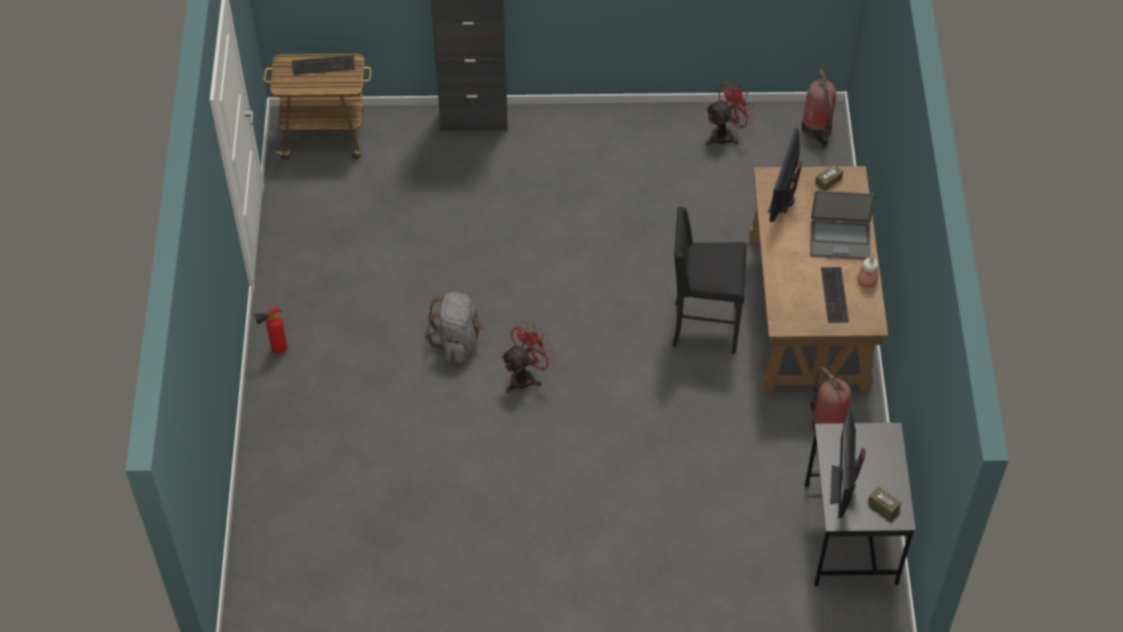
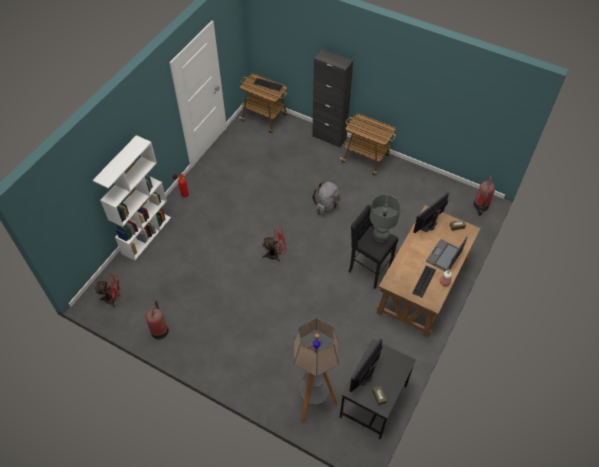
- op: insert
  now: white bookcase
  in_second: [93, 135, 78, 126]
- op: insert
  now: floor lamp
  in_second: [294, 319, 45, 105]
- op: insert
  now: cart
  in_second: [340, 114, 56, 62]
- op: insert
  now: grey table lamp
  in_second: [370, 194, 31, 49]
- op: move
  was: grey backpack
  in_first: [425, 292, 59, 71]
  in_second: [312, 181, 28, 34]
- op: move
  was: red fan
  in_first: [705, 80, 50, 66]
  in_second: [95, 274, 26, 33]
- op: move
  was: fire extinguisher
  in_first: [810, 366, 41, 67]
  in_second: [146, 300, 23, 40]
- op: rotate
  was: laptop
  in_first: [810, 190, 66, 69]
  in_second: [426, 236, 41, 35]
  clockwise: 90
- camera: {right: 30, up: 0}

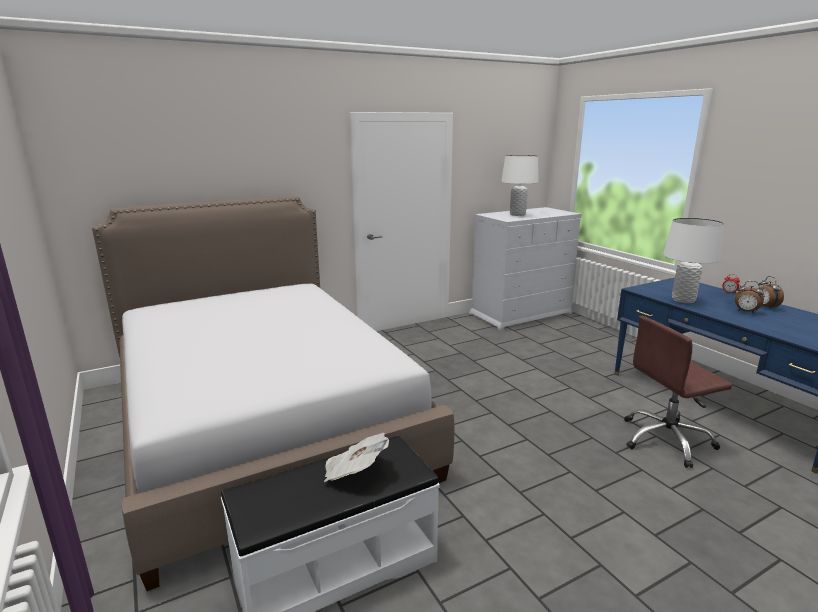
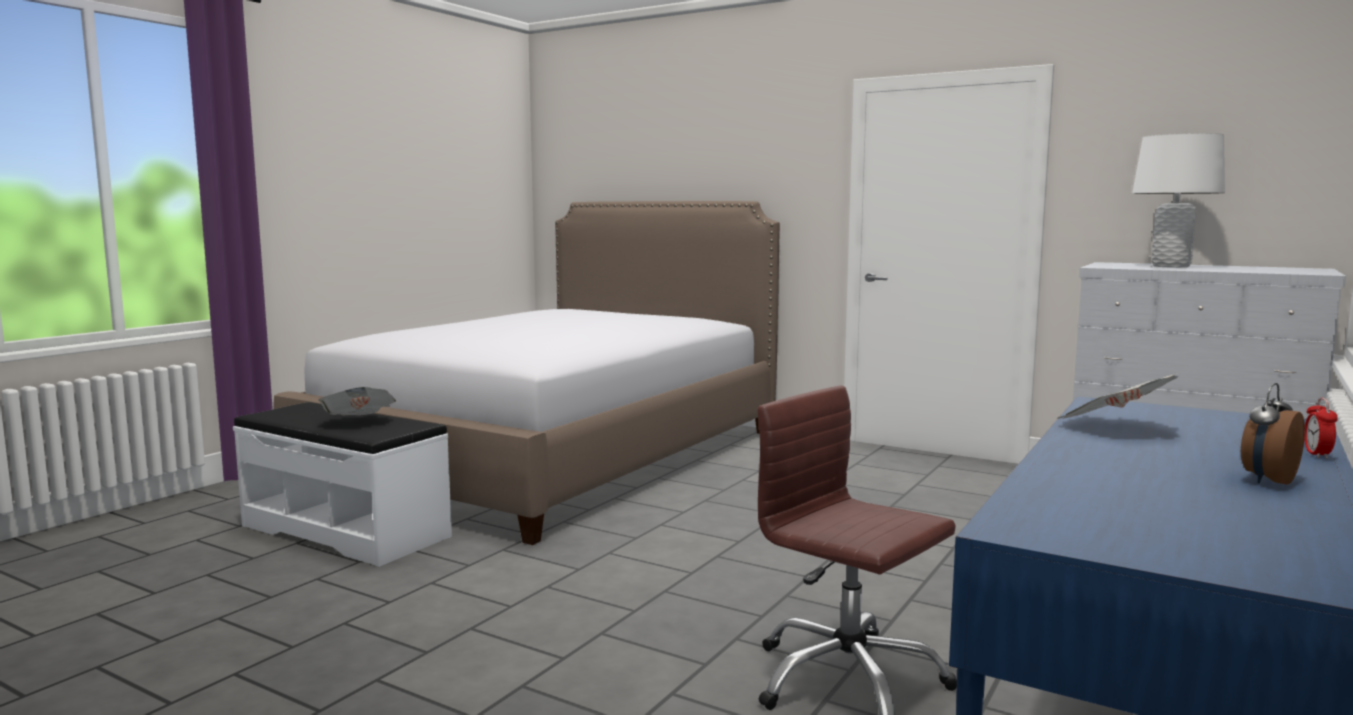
- op: delete
  was: alarm clock
  in_first: [735, 281, 29, 33]
- op: replace
  was: white table lamp
  now: newspaper
  in_first: [663, 218, 61, 85]
  in_second: [1057, 373, 121, 46]
- camera: {right: 60, up: -10}

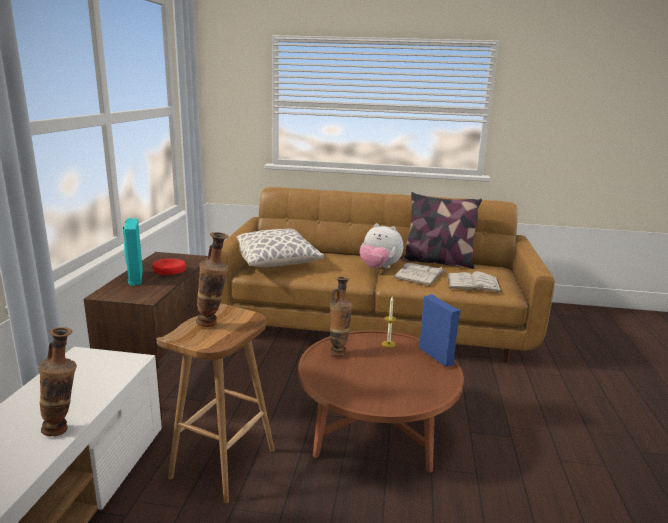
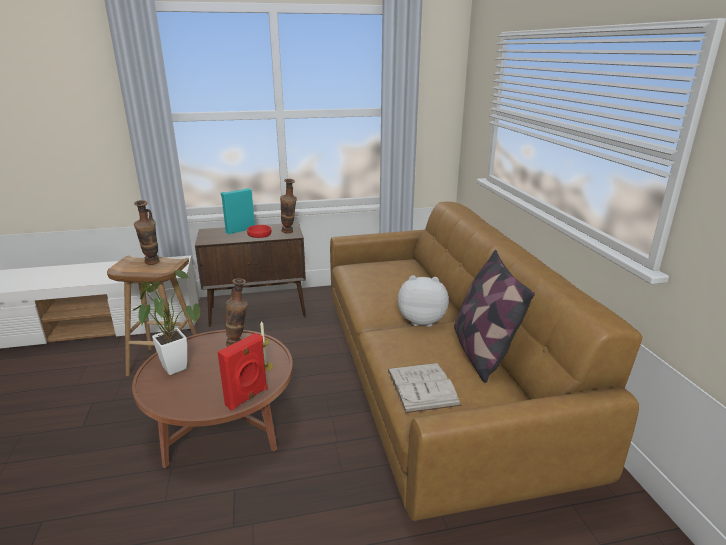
- op: delete
  was: pillow
  in_first: [237, 228, 87, 39]
- op: delete
  was: white book
  in_first: [394, 263, 52, 23]
- op: insert
  now: potted plant
  in_second: [133, 270, 67, 105]
- op: move
  was: vase
  in_first: [39, 327, 38, 109]
  in_second: [280, 179, 17, 55]
- op: recolor
  was: blue speaker
  now: red speaker
  in_first: [419, 294, 42, 73]
  in_second: [217, 333, 51, 78]
- op: rotate
  was: plush toy
  in_first: [360, 224, 43, 45]
  in_second: [398, 275, 51, 52]
  clockwise: 90
- camera: {right: 70, up: 5}

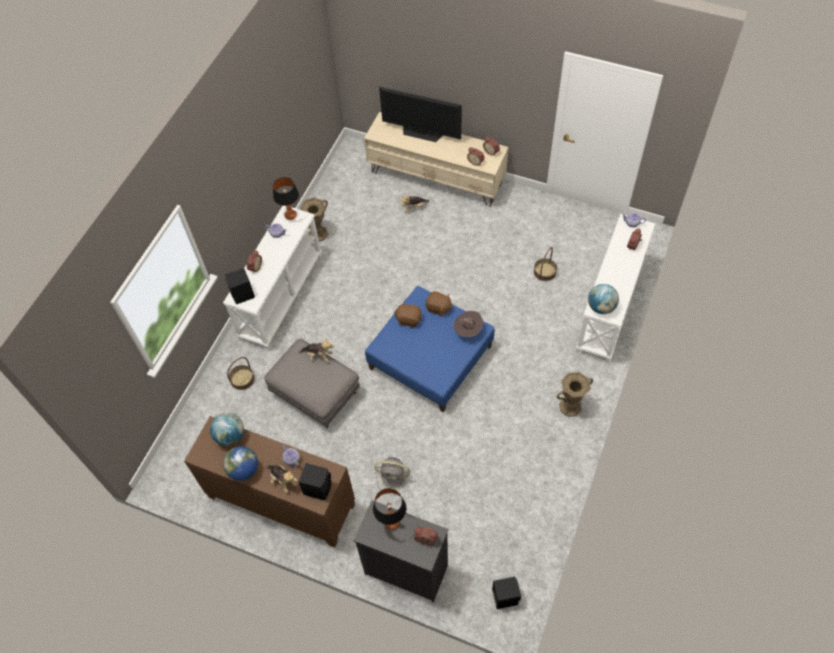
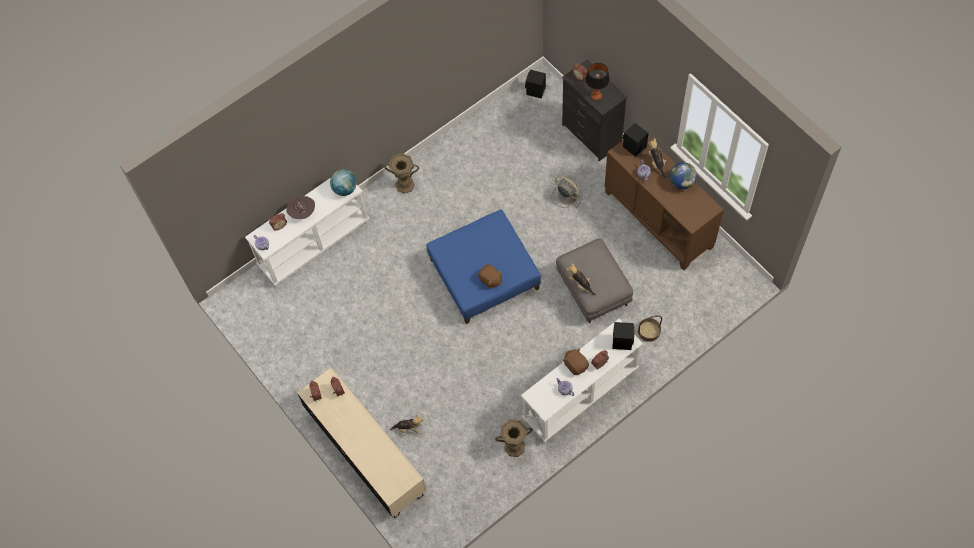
- op: delete
  was: globe
  in_first: [210, 413, 34, 33]
- op: delete
  was: table lamp
  in_first: [273, 177, 26, 43]
- op: delete
  was: television
  in_first: [379, 87, 83, 55]
- op: delete
  was: basket
  in_first: [534, 247, 23, 34]
- op: move
  was: brown plush toy
  in_first: [425, 291, 28, 26]
  in_second: [563, 348, 26, 27]
- op: move
  was: brown hat
  in_first: [453, 311, 30, 26]
  in_second: [286, 196, 29, 23]
- camera: {right: -150, up: 5}

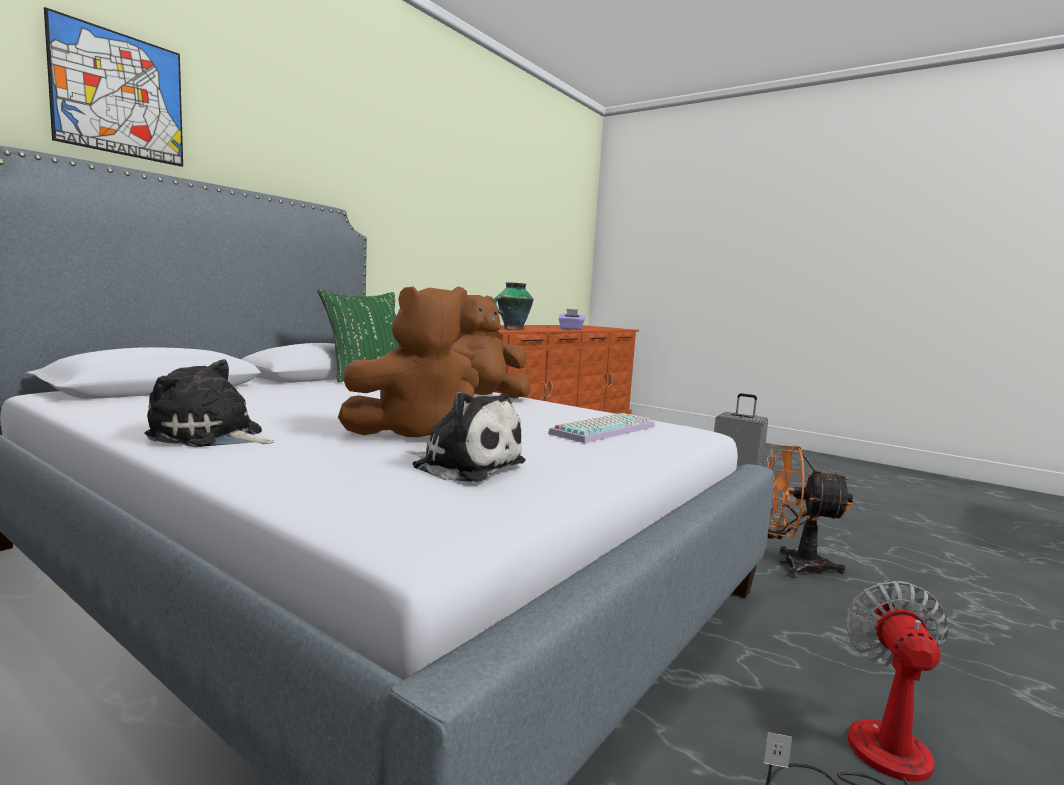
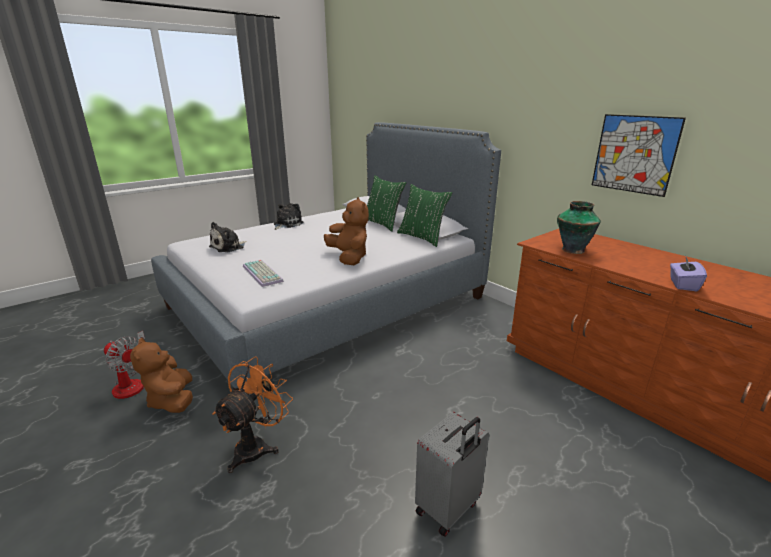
- op: insert
  now: green pillow
  in_second: [367, 175, 39, 57]
- op: move
  was: picture
  in_first: [44, 7, 139, 160]
  in_second: [592, 114, 94, 83]
- op: move
  was: brown plush toy
  in_first: [338, 287, 136, 150]
  in_second: [130, 338, 63, 75]
- camera: {right: 105, up: 15}

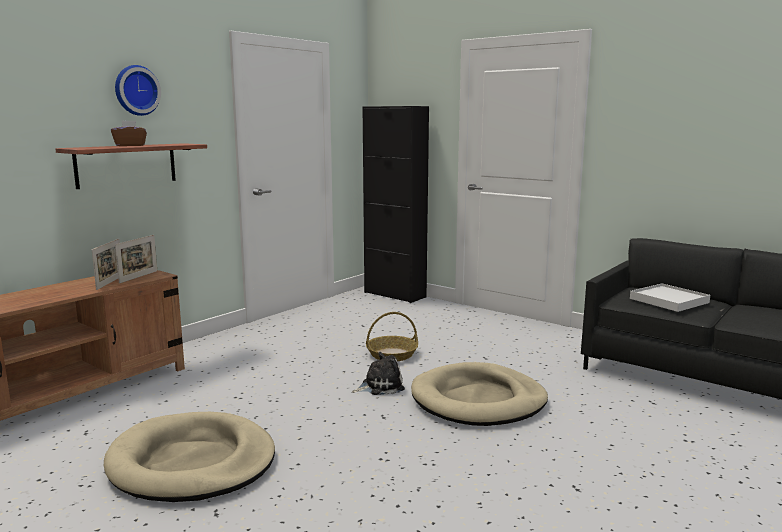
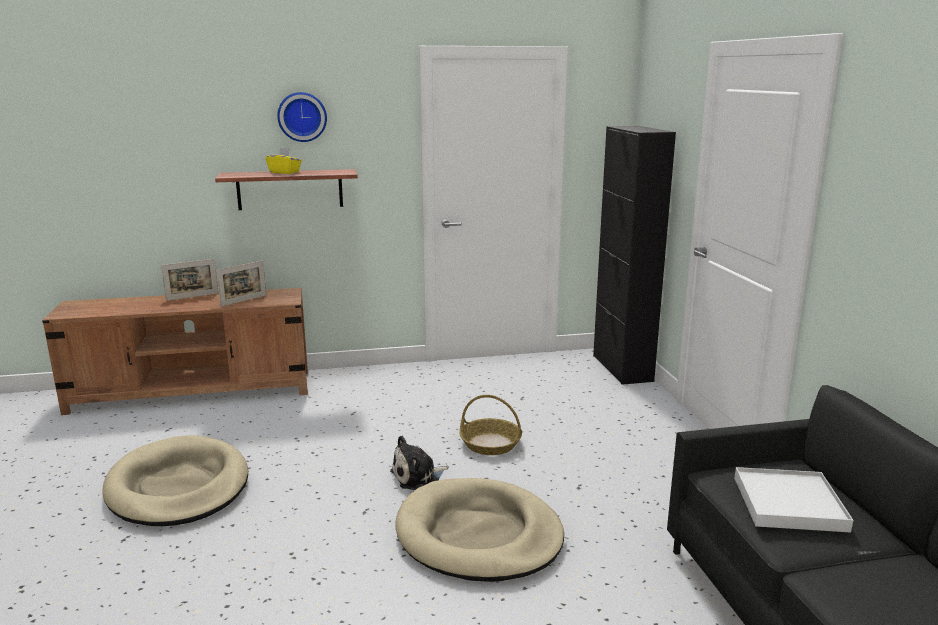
- op: move
  was: picture frame
  in_first: [115, 235, 42, 48]
  in_second: [161, 259, 58, 42]
- op: recolor
  was: brown tissue box
  now: yellow tissue box
  in_first: [111, 120, 36, 26]
  in_second: [266, 148, 36, 26]
- op: rotate
  was: plush toy
  in_first: [352, 352, 53, 43]
  in_second: [390, 435, 59, 55]
  clockwise: 135
- camera: {right: 40, up: 5}

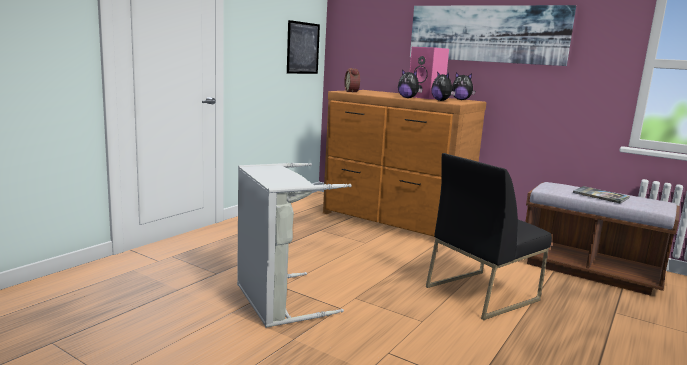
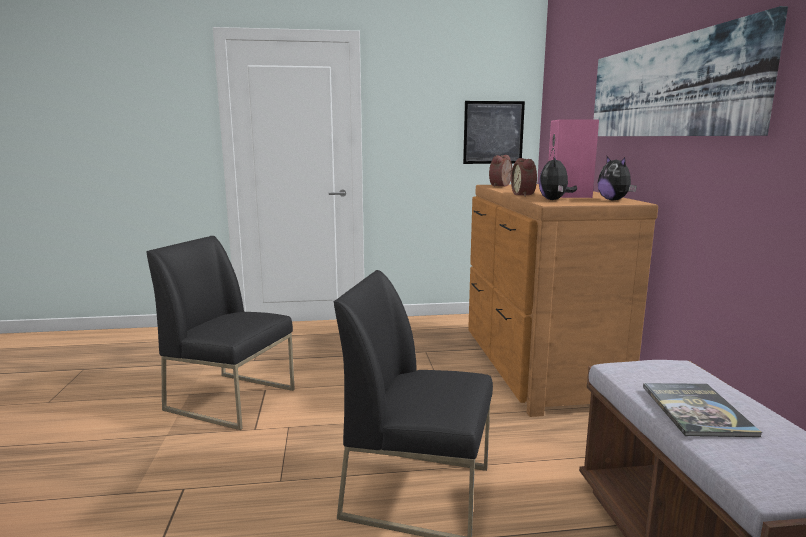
- op: replace
  was: grey laundry basket
  now: black chair
  in_first: [237, 163, 115, 165]
  in_second: [146, 236, 149, 194]
- op: replace
  was: plush toy
  now: alarm clock
  in_first: [398, 70, 25, 28]
  in_second: [511, 158, 26, 39]
- camera: {right: 50, up: 0}

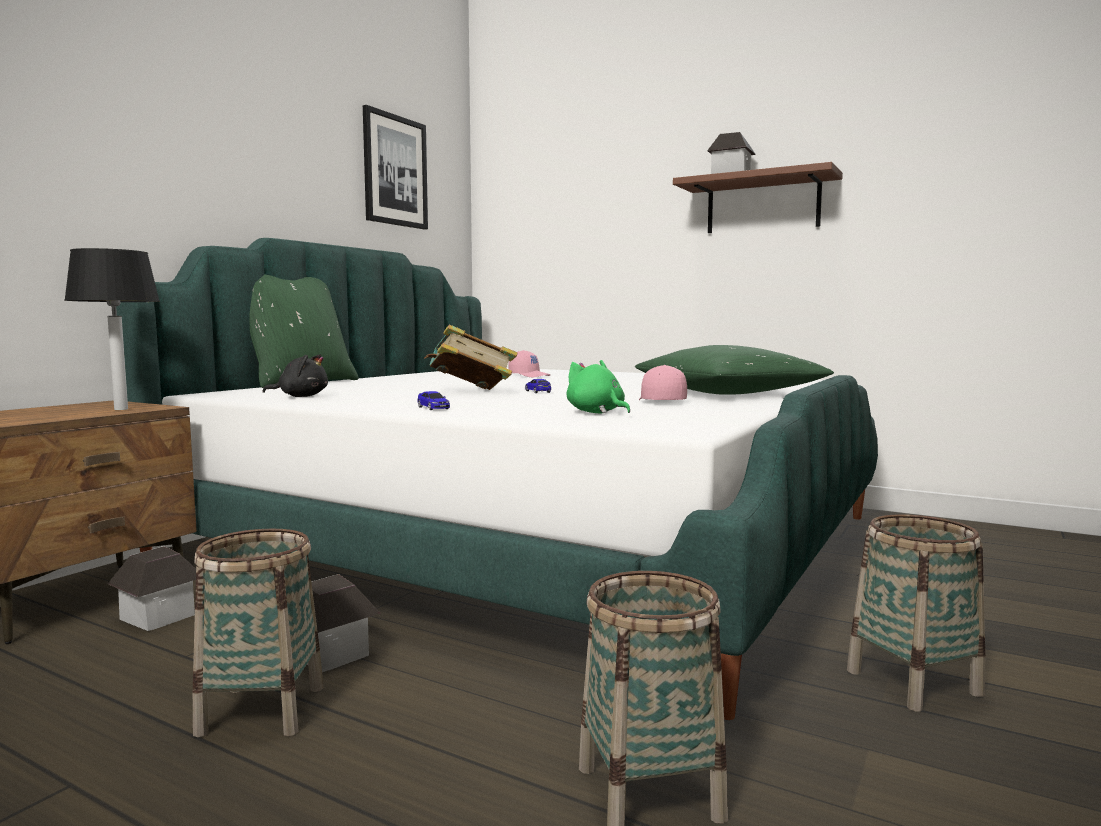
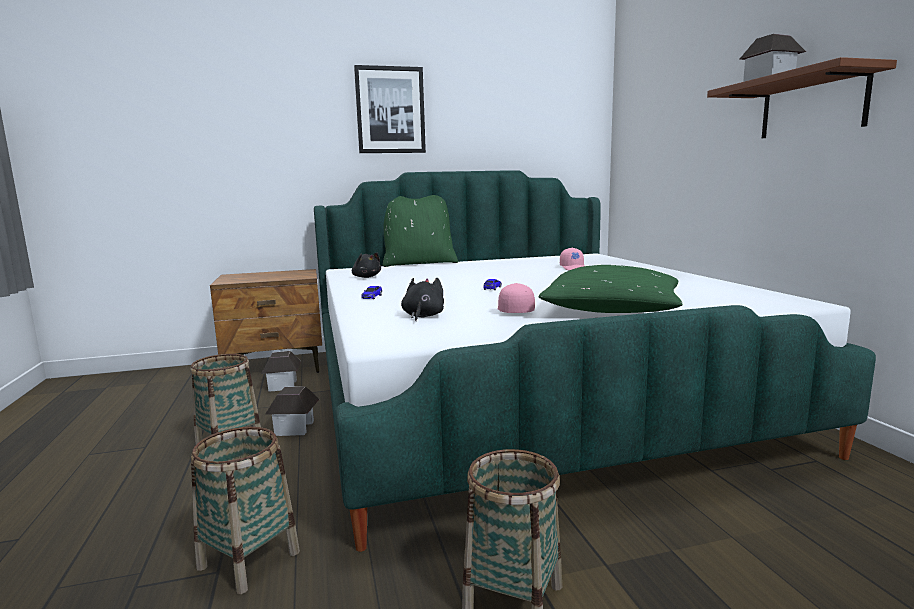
- op: delete
  was: table lamp
  in_first: [64, 248, 96, 162]
- op: delete
  was: book
  in_first: [424, 324, 94, 66]
- op: move
  was: picture
  in_first: [363, 105, 65, 125]
  in_second: [354, 65, 72, 88]
- op: recolor
  was: green plush toy
  now: black plush toy
  in_first: [566, 360, 64, 53]
  in_second: [401, 278, 43, 43]
- op: rotate
  was: pink cap
  in_first: [639, 365, 48, 35]
  in_second: [497, 283, 38, 30]
  clockwise: -45
- camera: {right: 45, up: 5}

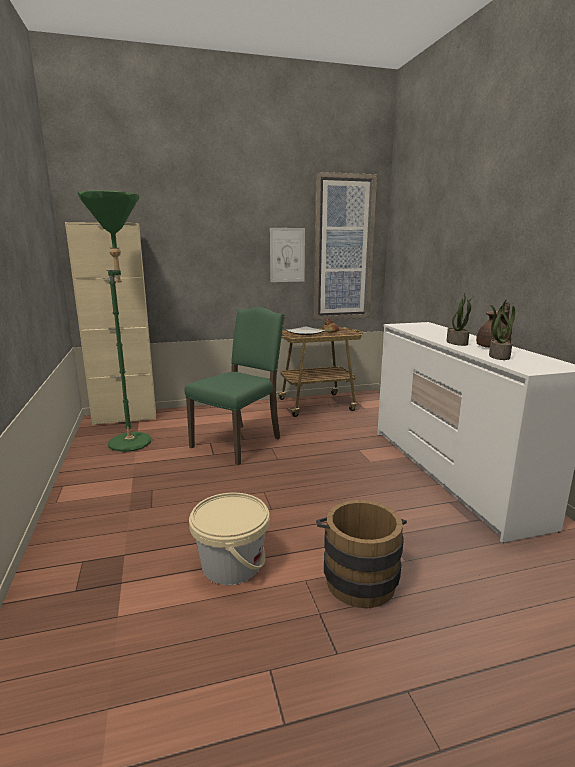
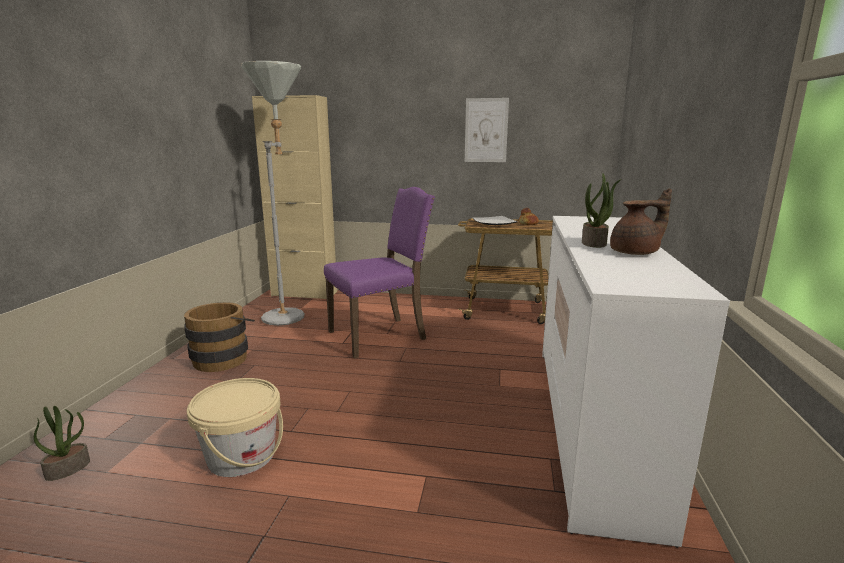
- op: delete
  was: picture
  in_first: [313, 172, 64, 148]
- op: move
  was: brown bucket
  in_first: [316, 500, 91, 108]
  in_second: [184, 302, 71, 70]
- op: move
  was: potted plant
  in_first: [489, 300, 26, 60]
  in_second: [34, 406, 56, 75]
- op: recolor
  was: green floor lamp
  now: grey floor lamp
  in_first: [77, 191, 75, 261]
  in_second: [241, 61, 64, 265]
- op: recolor
  was: green chair
  now: purple chair
  in_first: [184, 307, 101, 158]
  in_second: [324, 187, 111, 172]
- camera: {right: 25, up: 0}

